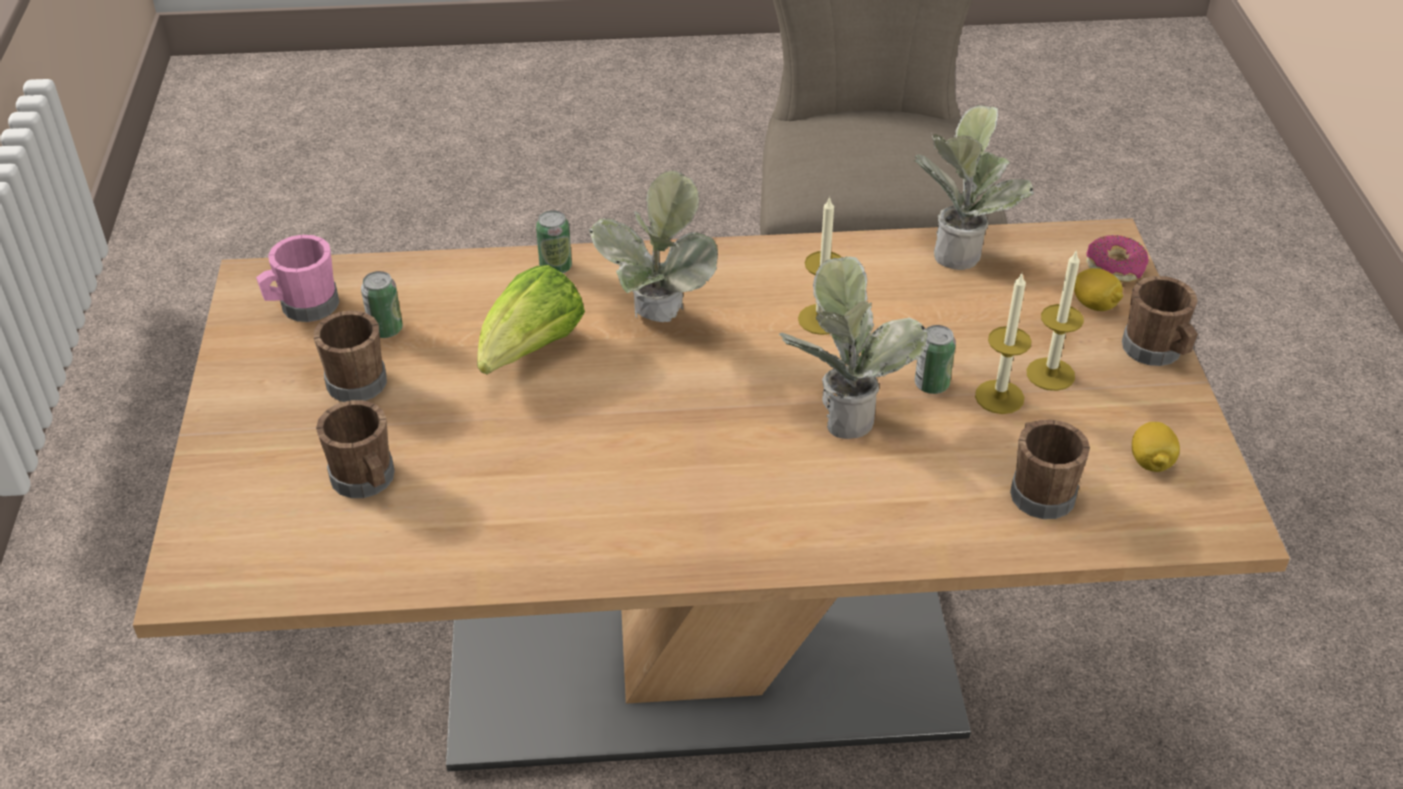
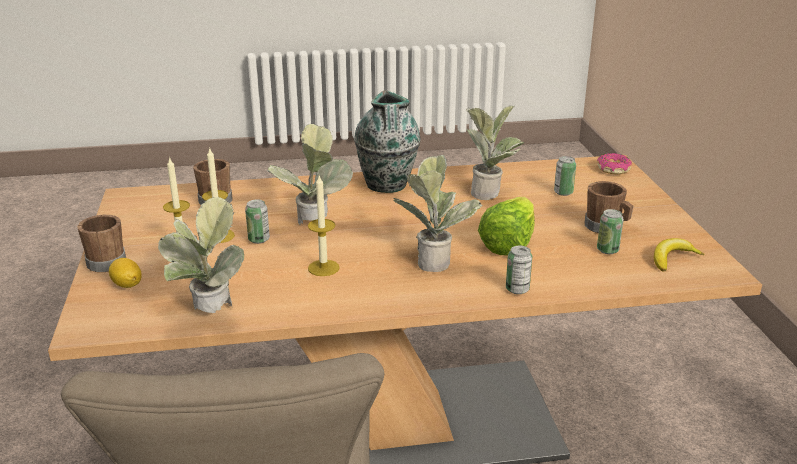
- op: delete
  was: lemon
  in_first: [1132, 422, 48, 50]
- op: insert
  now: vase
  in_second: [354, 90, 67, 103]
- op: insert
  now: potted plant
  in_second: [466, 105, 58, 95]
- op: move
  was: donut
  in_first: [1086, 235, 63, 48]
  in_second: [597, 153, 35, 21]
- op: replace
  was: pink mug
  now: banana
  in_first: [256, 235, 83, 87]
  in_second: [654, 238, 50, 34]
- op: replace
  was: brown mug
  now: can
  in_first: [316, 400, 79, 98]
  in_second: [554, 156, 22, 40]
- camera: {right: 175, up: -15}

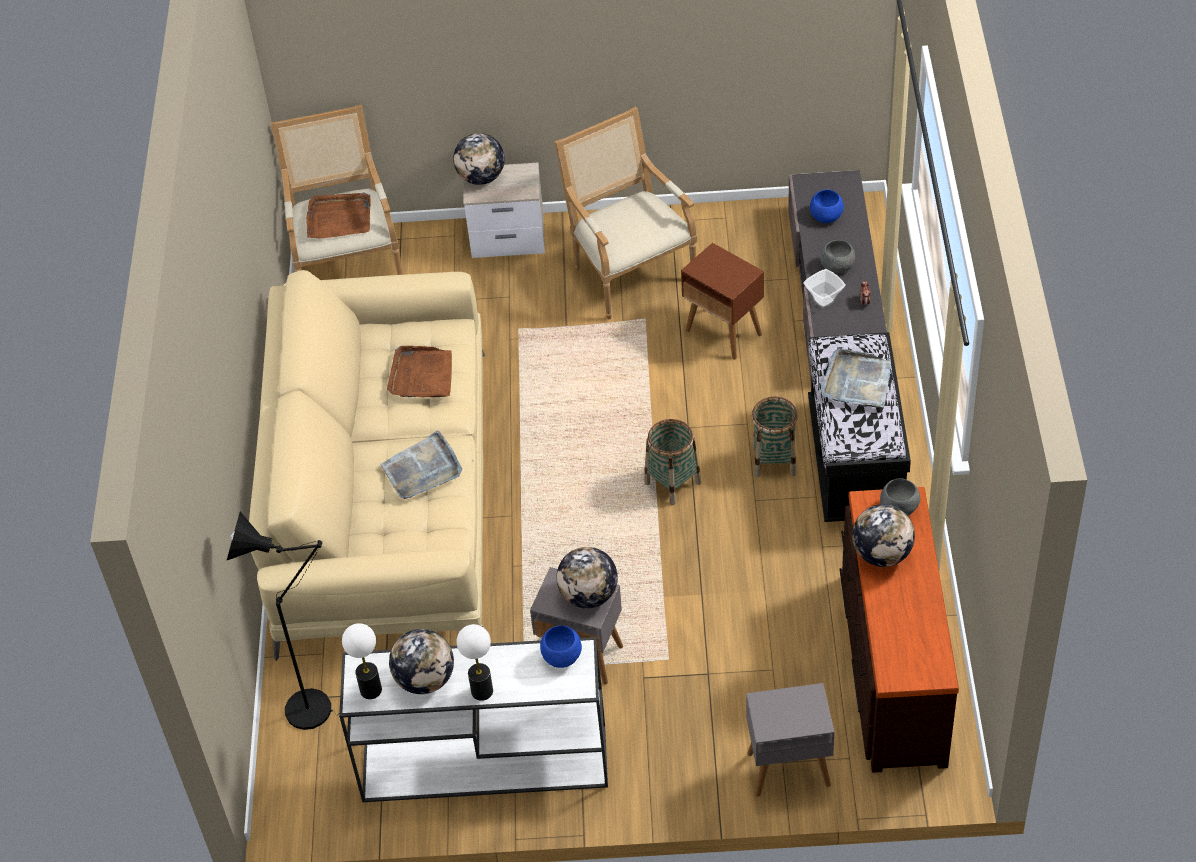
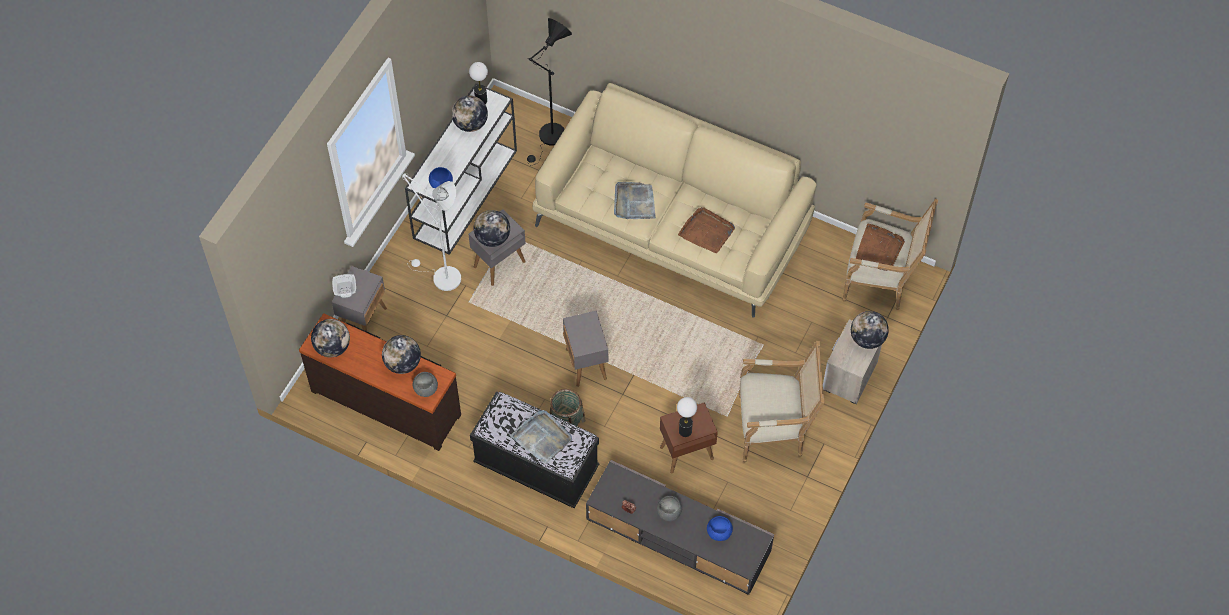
- op: insert
  now: globe
  in_second: [311, 319, 39, 38]
- op: insert
  now: white floor lamp
  in_second: [402, 173, 59, 118]
- op: move
  was: table lamp
  in_first: [456, 624, 37, 77]
  in_second: [677, 397, 20, 40]
- op: move
  was: bowl
  in_first: [803, 269, 43, 39]
  in_second: [332, 274, 24, 24]
- op: replace
  was: basket
  now: grey side table
  in_first: [644, 419, 57, 86]
  in_second: [563, 311, 45, 76]
- camera: {right: 115, up: 10}

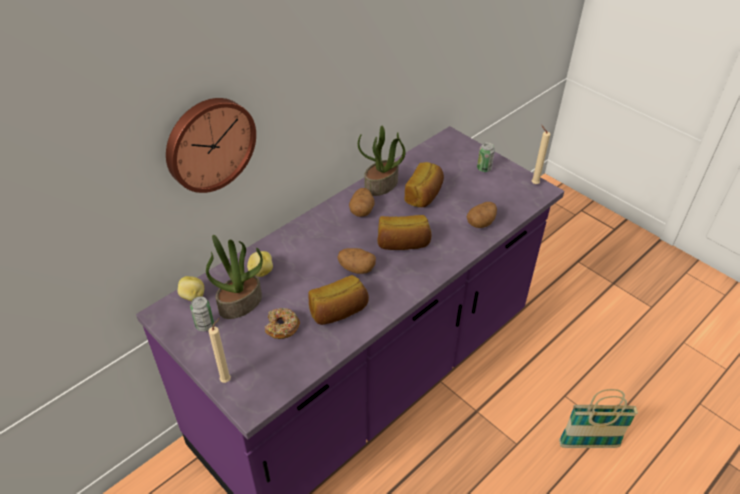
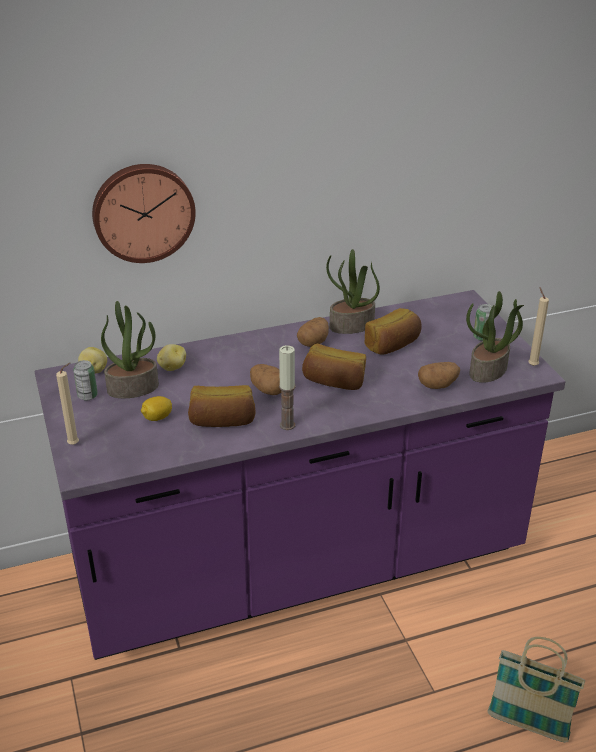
- op: insert
  now: candle
  in_second: [279, 345, 17, 85]
- op: insert
  now: potted plant
  in_second: [466, 291, 58, 92]
- op: replace
  was: donut
  now: lemon
  in_first: [265, 308, 35, 31]
  in_second: [141, 396, 31, 25]
- camera: {right: 25, up: -10}

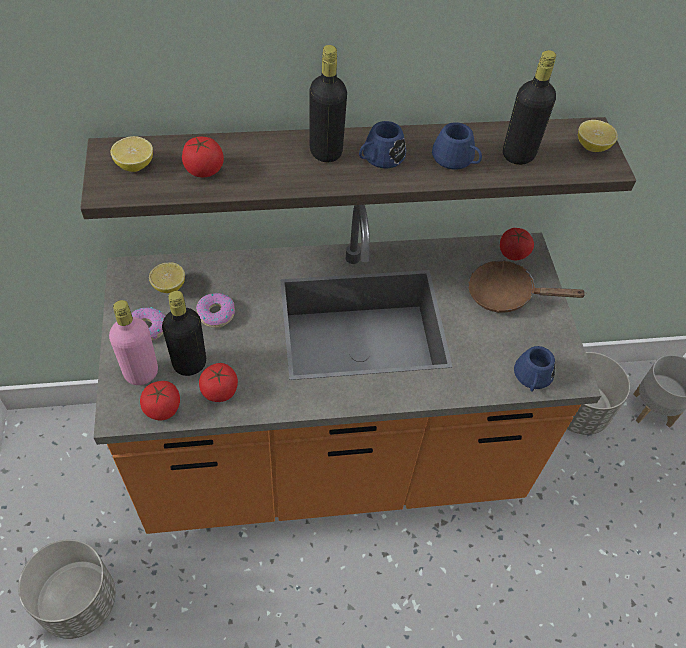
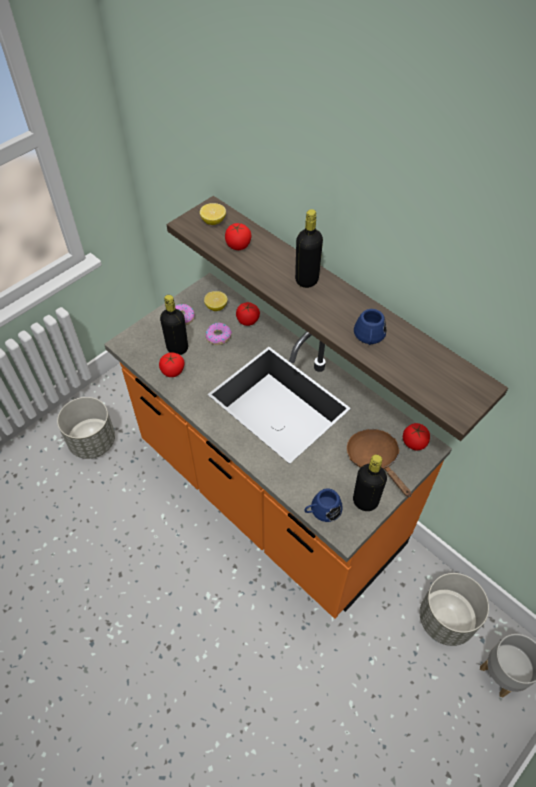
- op: delete
  was: pink bottle
  in_first: [109, 300, 49, 85]
- op: delete
  was: blue mug
  in_first: [359, 121, 47, 47]
- op: delete
  was: lemon
  in_first: [578, 120, 40, 32]
- op: move
  was: tomato
  in_first: [140, 381, 40, 39]
  in_second: [236, 302, 24, 24]
- op: move
  was: black bottle
  in_first: [503, 50, 53, 115]
  in_second: [353, 454, 34, 57]
- camera: {right: 55, up: 0}

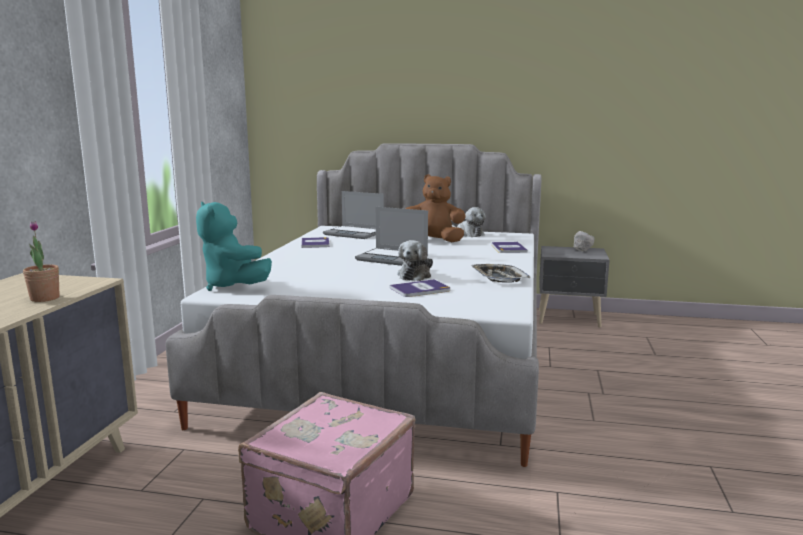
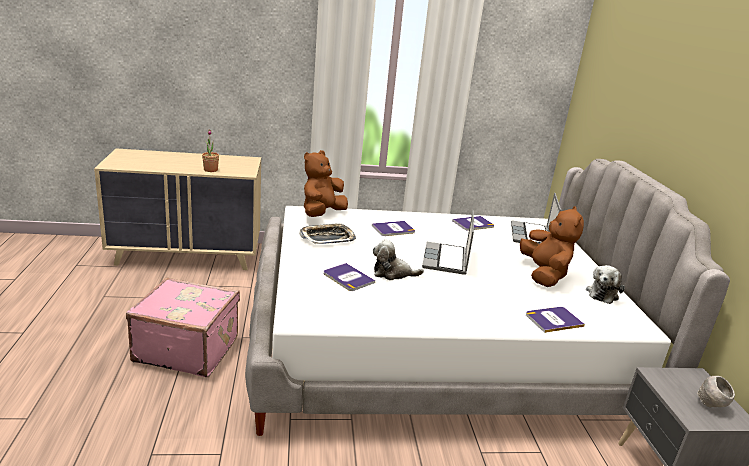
- op: insert
  now: book
  in_second: [372, 221, 43, 15]
- op: move
  was: tray
  in_first: [471, 264, 59, 19]
  in_second: [299, 223, 57, 21]
- op: recolor
  was: turquoise plush toy
  now: brown plush toy
  in_first: [196, 201, 76, 90]
  in_second: [304, 150, 44, 67]
- camera: {right: 70, up: 10}

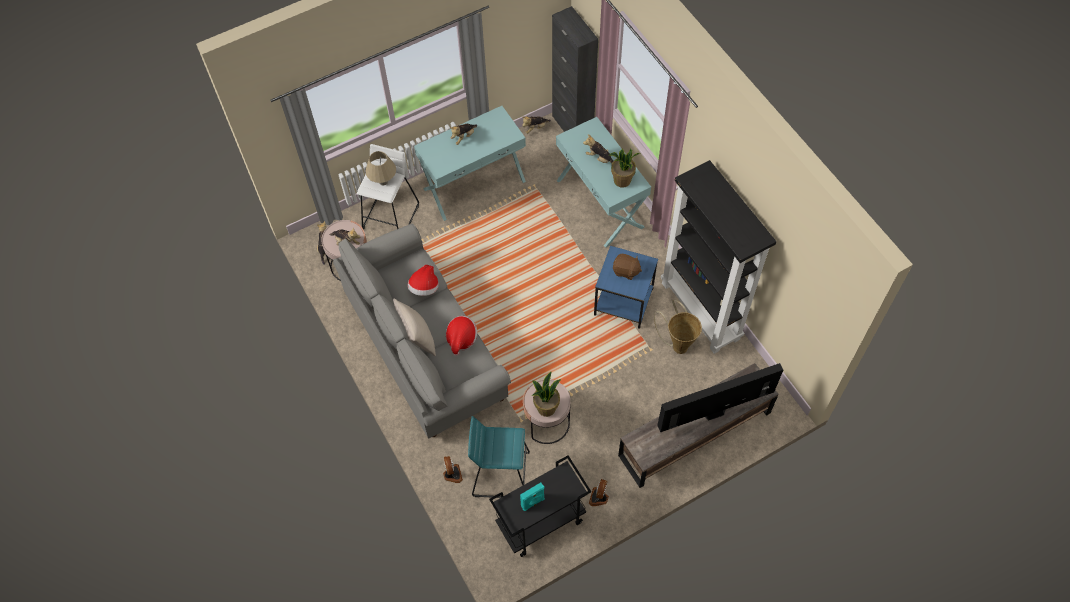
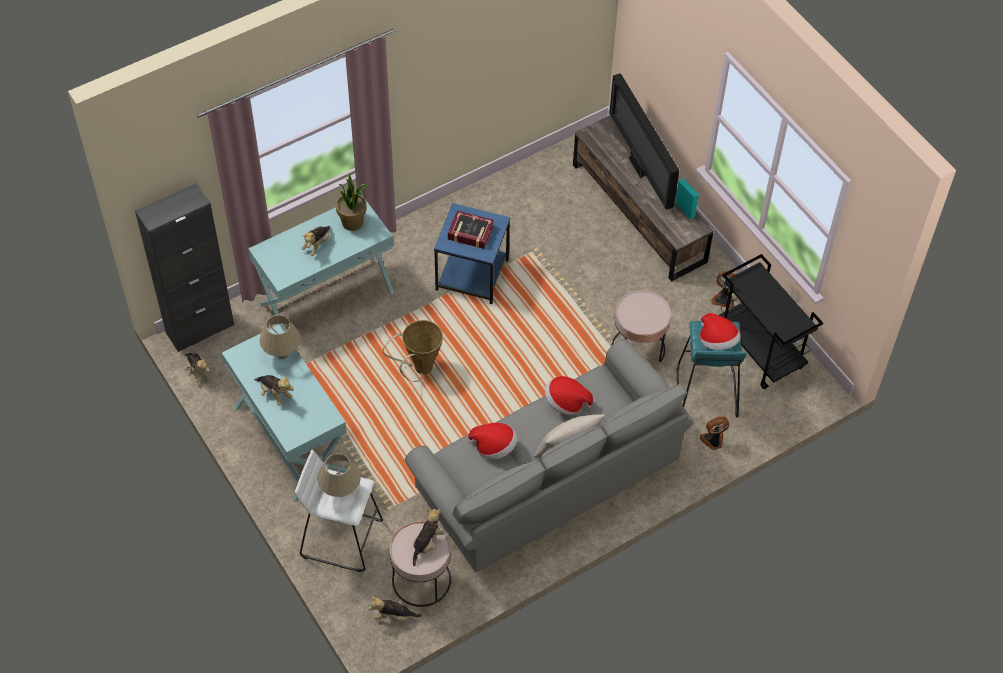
- op: delete
  was: potted plant
  in_first: [532, 371, 29, 46]
- op: delete
  was: black bookcase
  in_first: [661, 160, 116, 194]
- op: insert
  now: beige table lamp
  in_second: [259, 315, 42, 44]
- op: insert
  now: hat
  in_second: [700, 313, 40, 37]
- op: move
  was: turquoise speaker
  in_first: [520, 482, 25, 29]
  in_second: [675, 178, 24, 41]
- op: move
  was: basket
  in_first: [654, 300, 48, 54]
  in_second: [383, 320, 60, 62]
- op: replace
  was: brown plush toy
  now: book
  in_first: [613, 254, 29, 26]
  in_second: [448, 211, 46, 38]
- camera: {right: -95, up: -5}

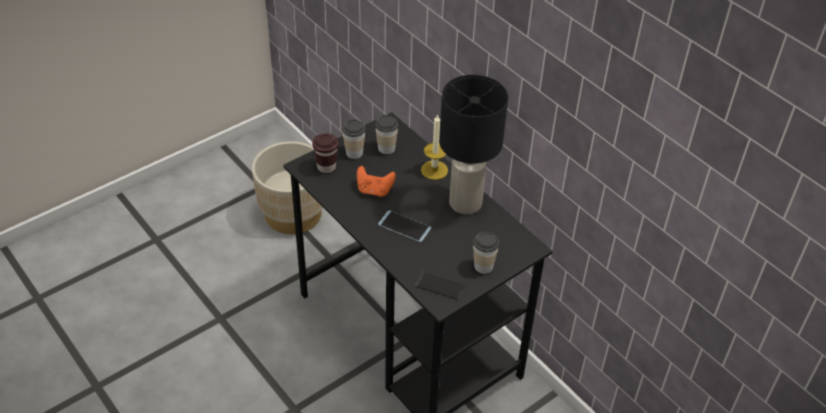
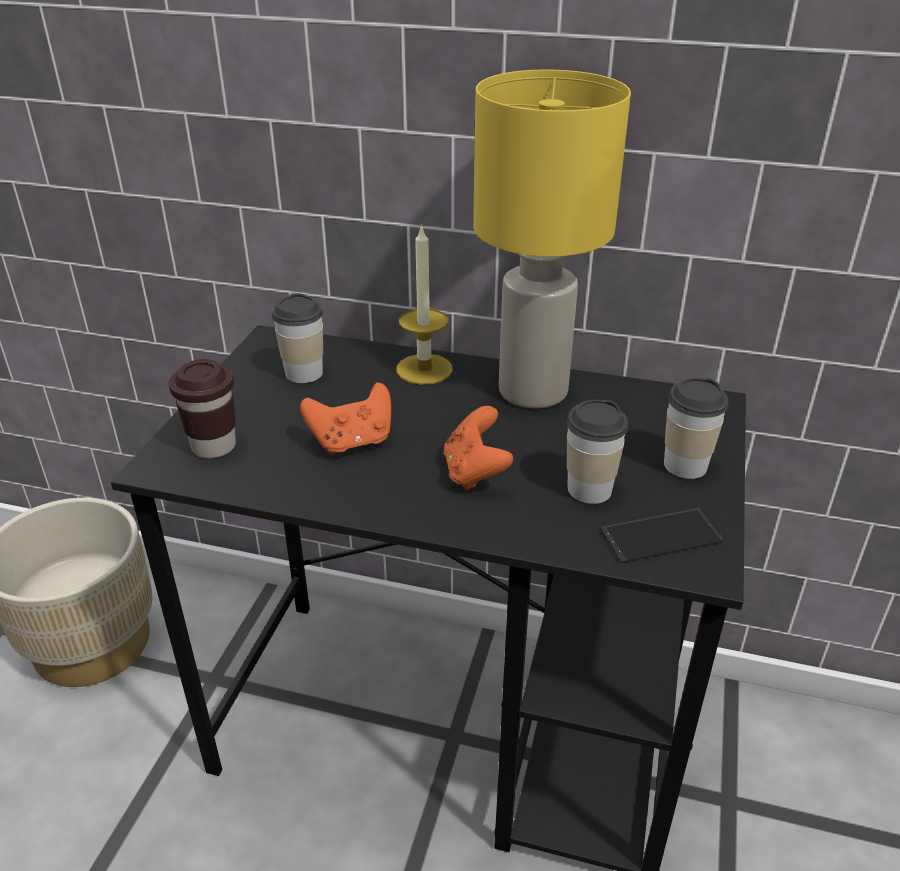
- op: move
  was: cup
  in_first: [342, 119, 24, 40]
  in_second: [566, 400, 62, 104]
- op: replace
  was: phone
  now: orange game controller
  in_first: [378, 210, 54, 32]
  in_second: [444, 406, 69, 85]
- op: recolor
  was: black table lamp
  now: yellow table lamp
  in_first: [439, 75, 69, 139]
  in_second: [473, 70, 158, 338]
- camera: {right: -35, up: -10}

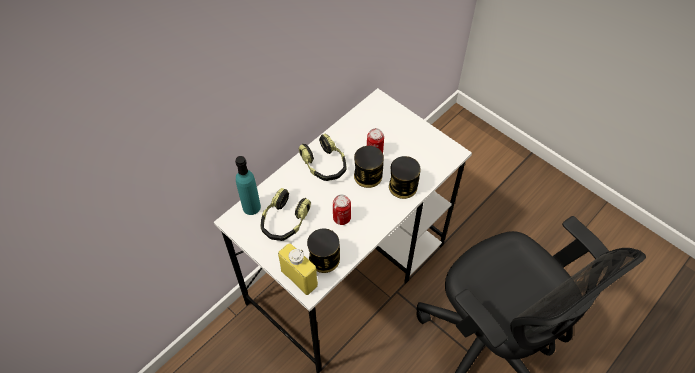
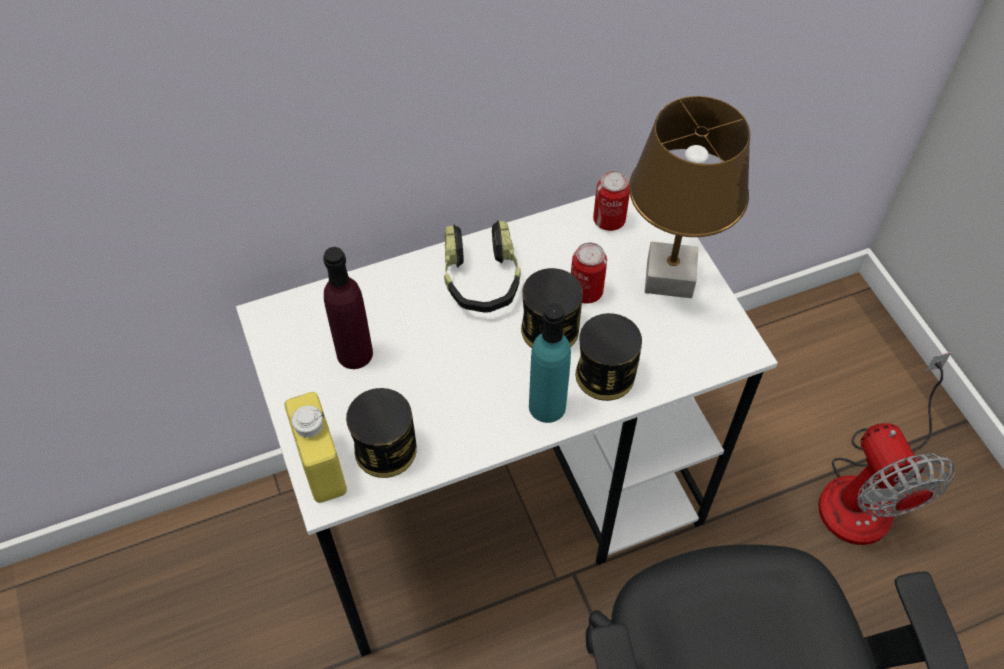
- op: insert
  now: brown table lamp
  in_second: [629, 96, 121, 202]
- op: insert
  now: fan
  in_second: [818, 352, 137, 193]
- op: move
  was: turquoise bottle
  in_first: [235, 156, 26, 59]
  in_second: [529, 303, 42, 120]
- op: move
  was: can
  in_first: [333, 194, 18, 31]
  in_second: [593, 170, 37, 61]
- op: replace
  was: headphones
  now: purple bottle
  in_first: [260, 188, 51, 53]
  in_second: [323, 247, 50, 122]
- camera: {right: 25, up: 0}

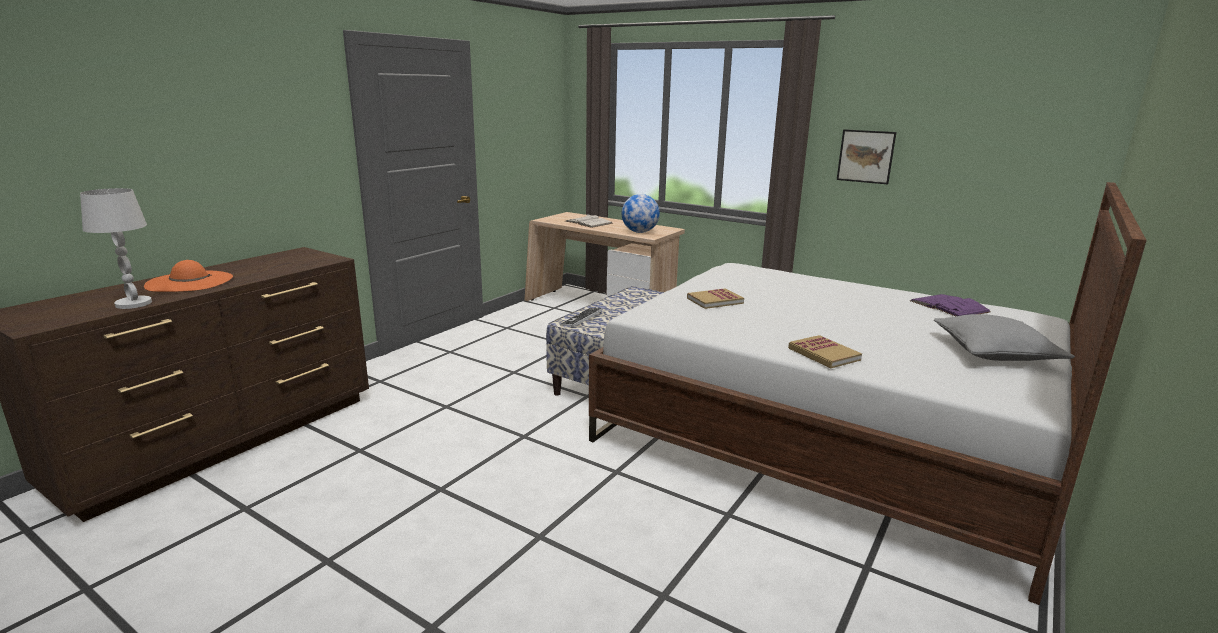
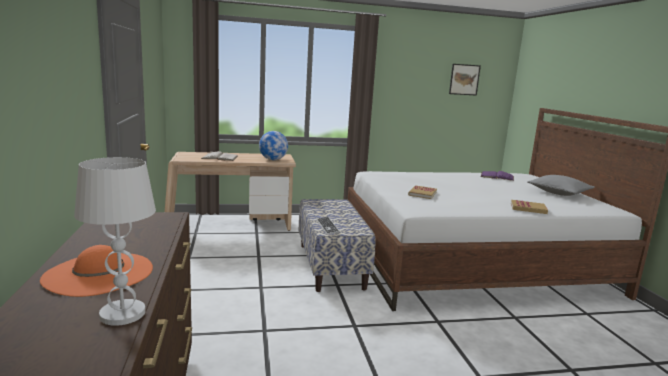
- op: move
  was: picture
  in_first: [837, 129, 60, 55]
  in_second: [449, 64, 32, 32]
- camera: {right: -45, up: -5}

